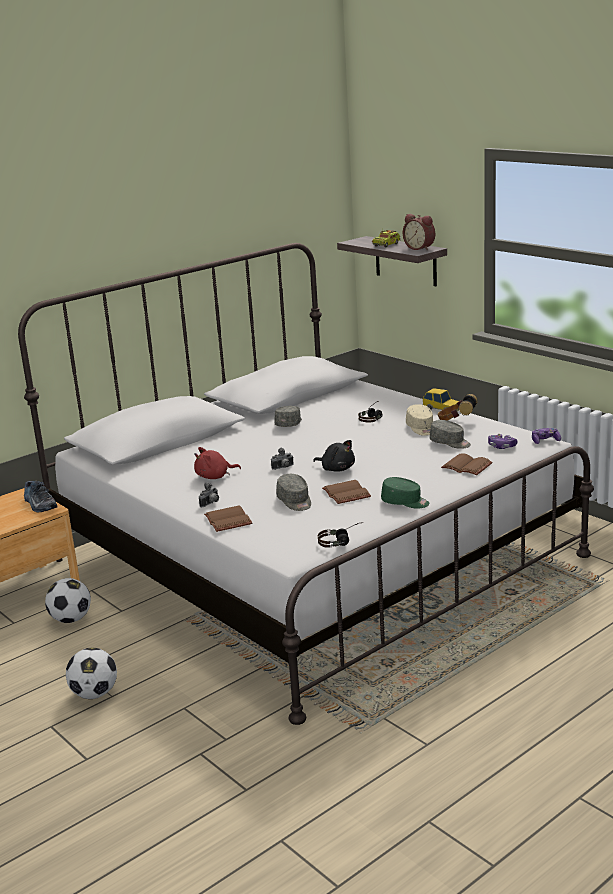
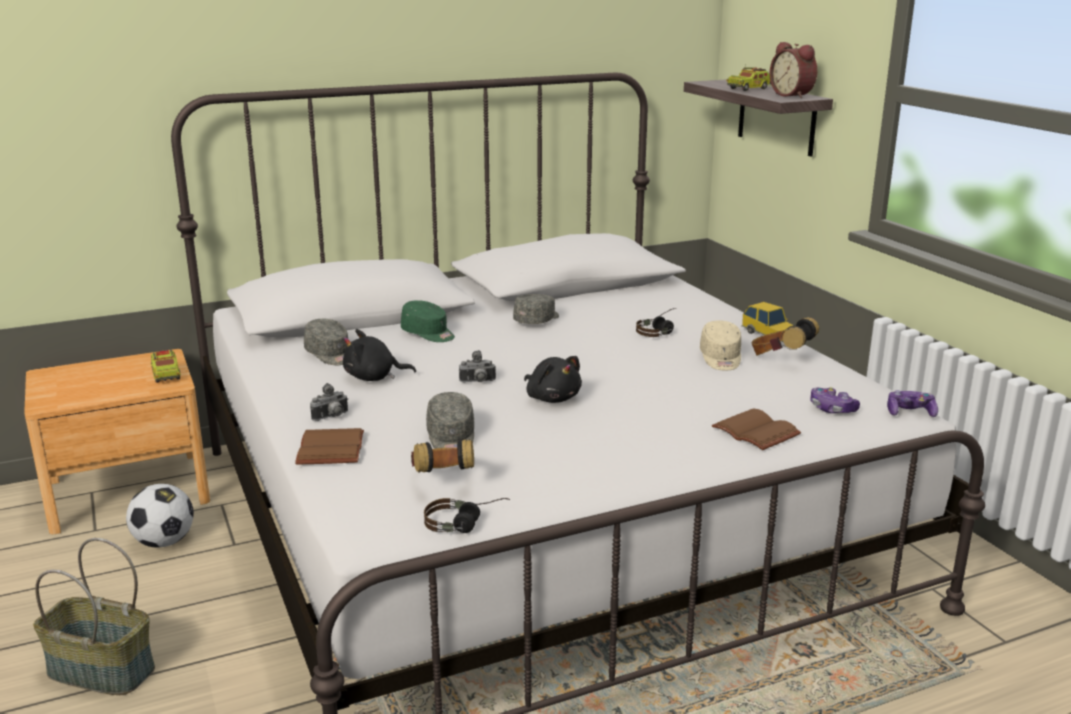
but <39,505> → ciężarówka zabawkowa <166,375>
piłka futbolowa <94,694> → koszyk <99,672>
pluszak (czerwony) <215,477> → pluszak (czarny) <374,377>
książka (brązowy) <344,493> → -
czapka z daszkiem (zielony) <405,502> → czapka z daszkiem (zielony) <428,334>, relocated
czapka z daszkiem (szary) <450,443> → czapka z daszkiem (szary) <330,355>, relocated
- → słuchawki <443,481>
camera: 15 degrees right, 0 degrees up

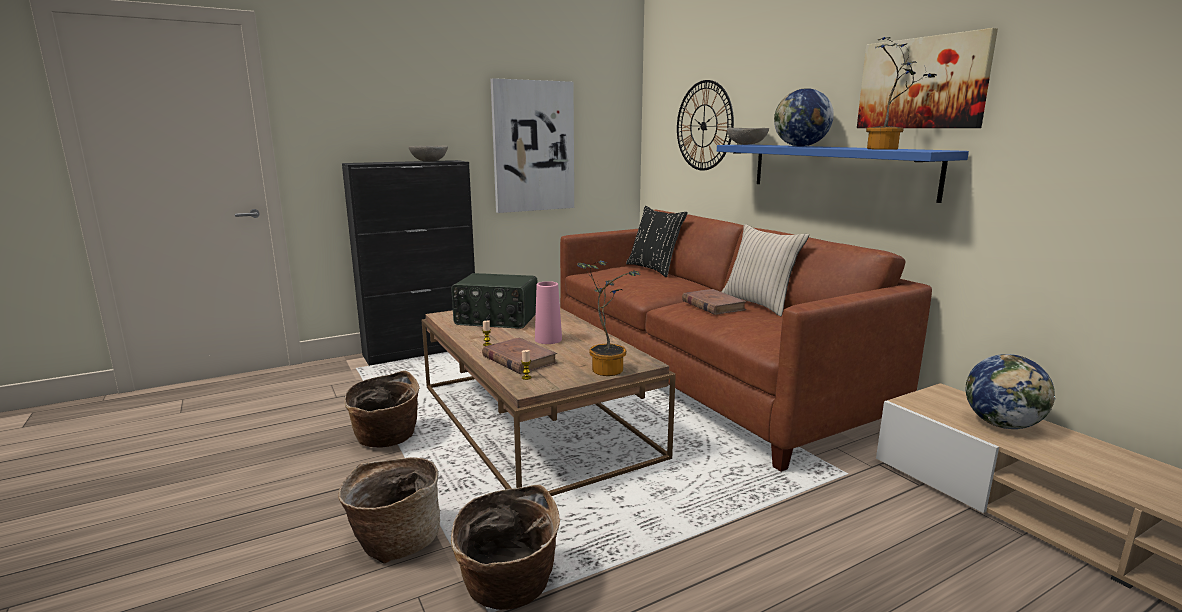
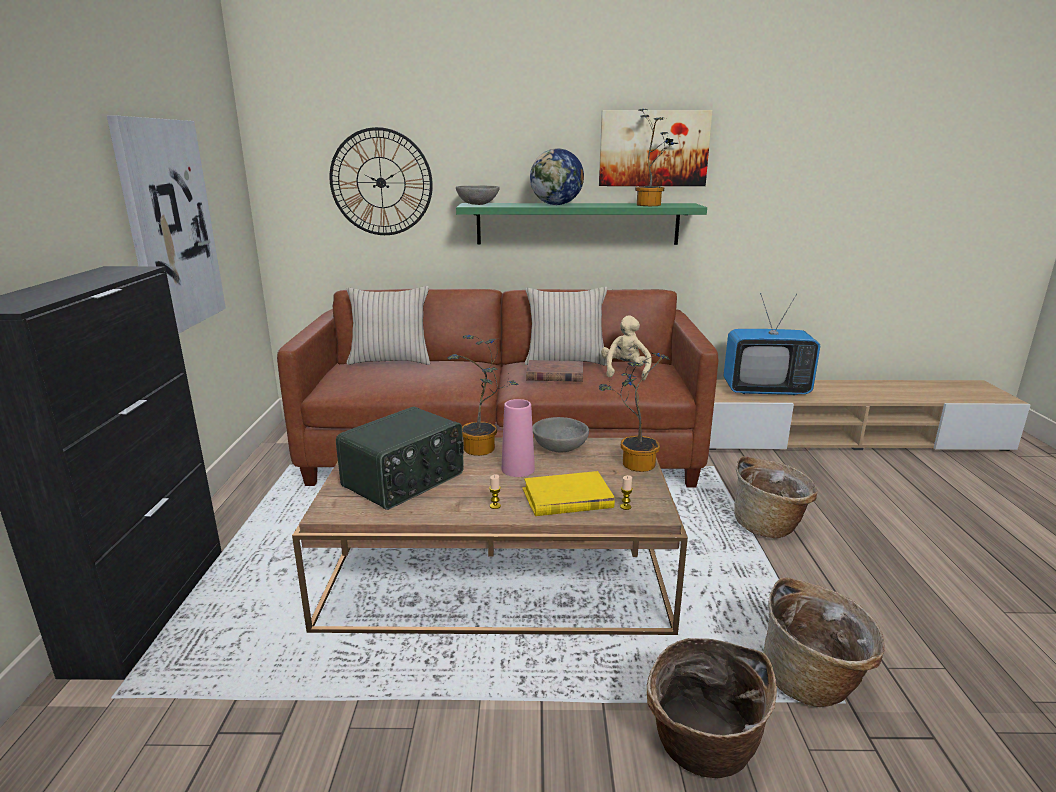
koszyk <386,440> → koszyk <769,526>, relocated
miska (szary) <429,161> → miska (szary) <561,448>, relocated
książka (brązowy) <519,359> → książka (żółty) <567,498>
poduszka (czarny) <654,269> → poduszka (beżowy) <390,361>
półka (niebieski) <838,169> → półka (zielony) <577,224>
globus <1002,425> → telewizor <765,390>
- → roślina doniczkowa <483,450>
- → pluszak (beżowy) <625,371>
camera: 60 degrees left, 5 degrees up

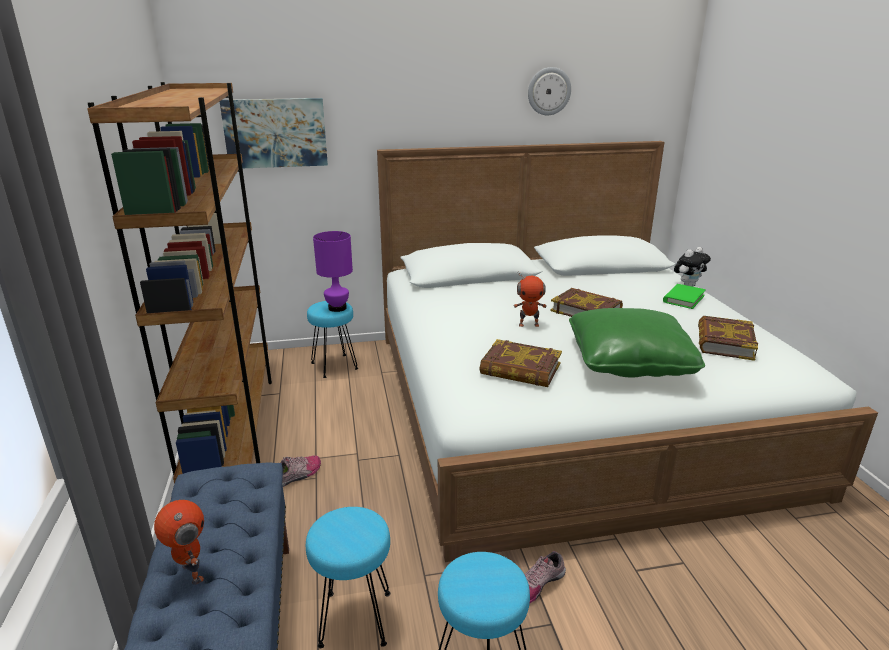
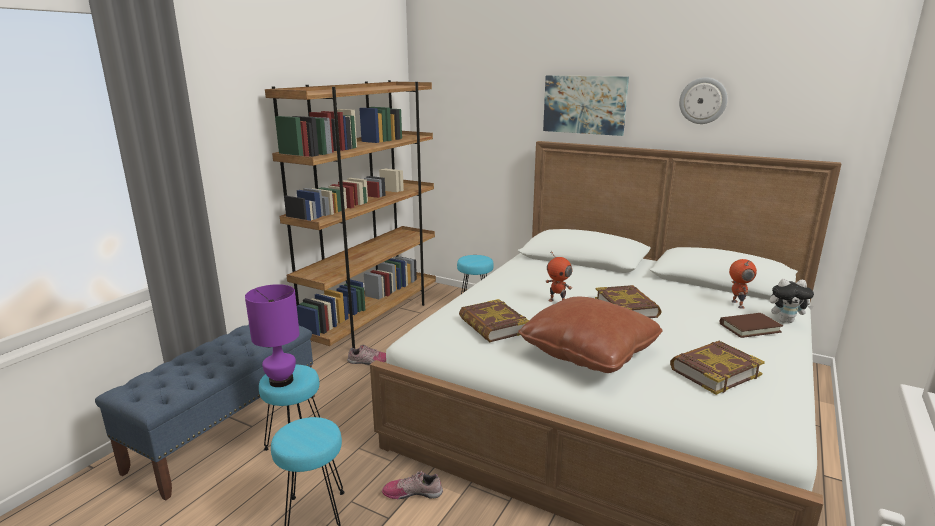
robot zabawkowy <190,573> → robot zabawkowy <736,304>, relocated
obraz <275,133> → obraz <584,104>, relocated
lampa stołowa (fioletowy) <337,308> → lampa stołowa (fioletowy) <281,380>, relocated
poduszka (zielony) <629,362> → poduszka (brązowy) <588,351>
książka (zielony) <683,299> → książka (brązowy) <749,328>
camera: 40 degrees right, 5 degrees down

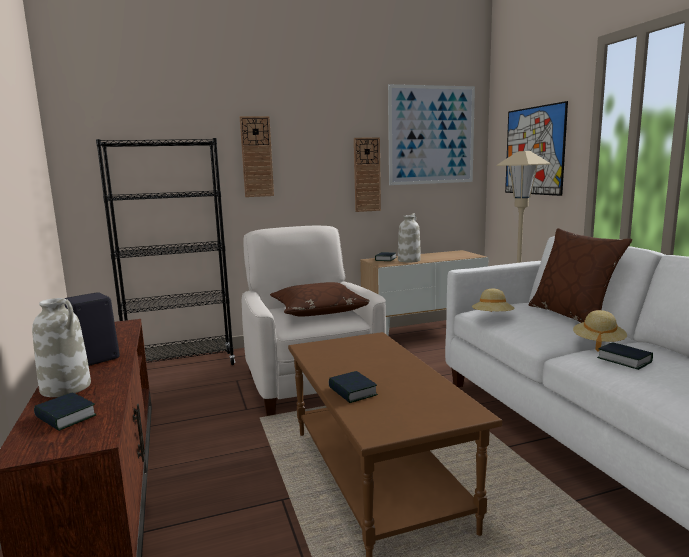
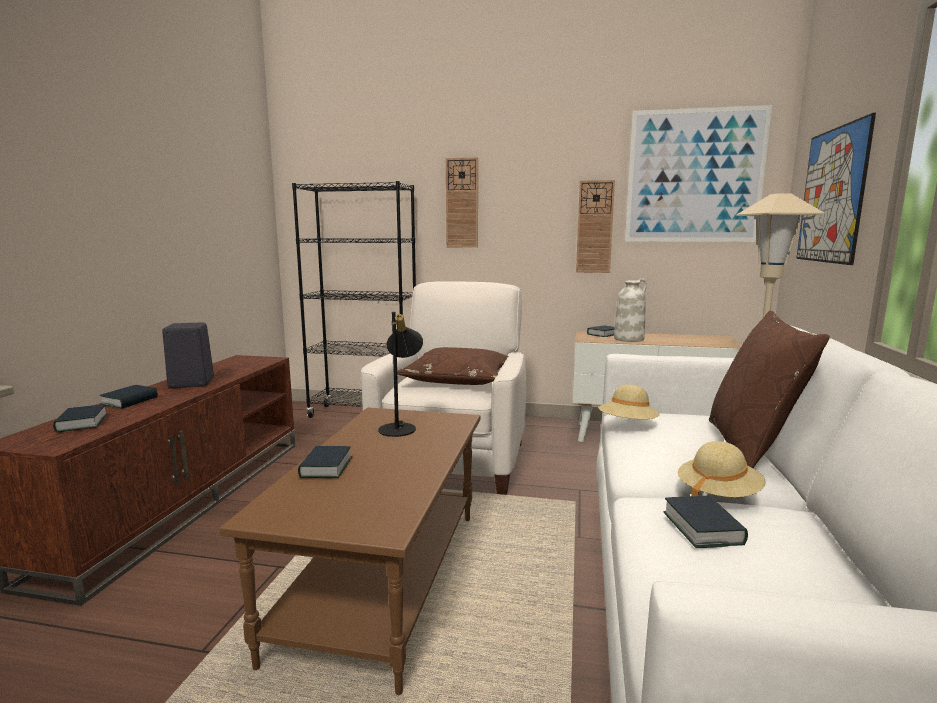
wazon (biały) <67,387> → książka <130,401>
- → lampa stołowa (czarny) <401,427>
camera: 30 degrees right, 0 degrees up

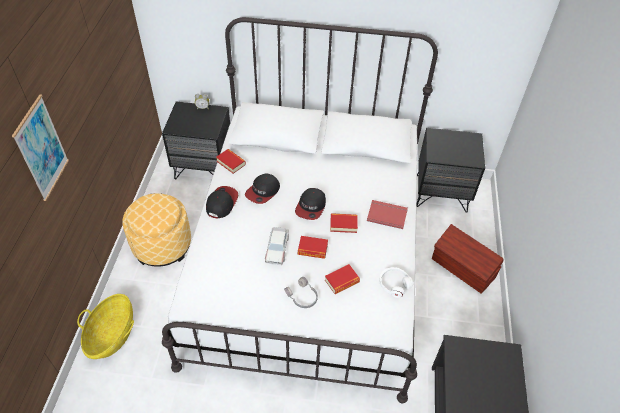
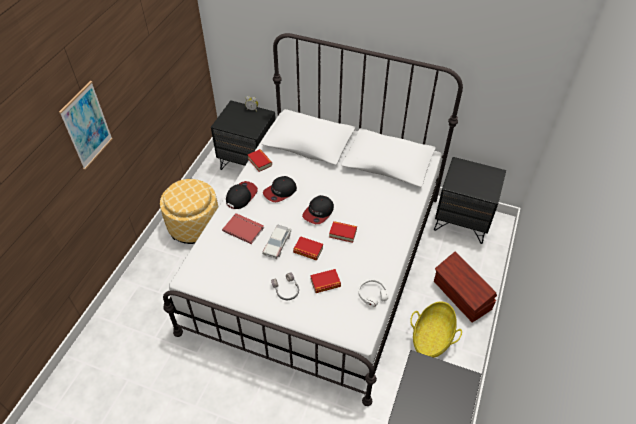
koszyk <112,335> → koszyk <432,338>, relocated
książka (czerwony) <387,214> → książka (czerwony) <244,228>, relocated
camera: 15 degrees right, 0 degrees up

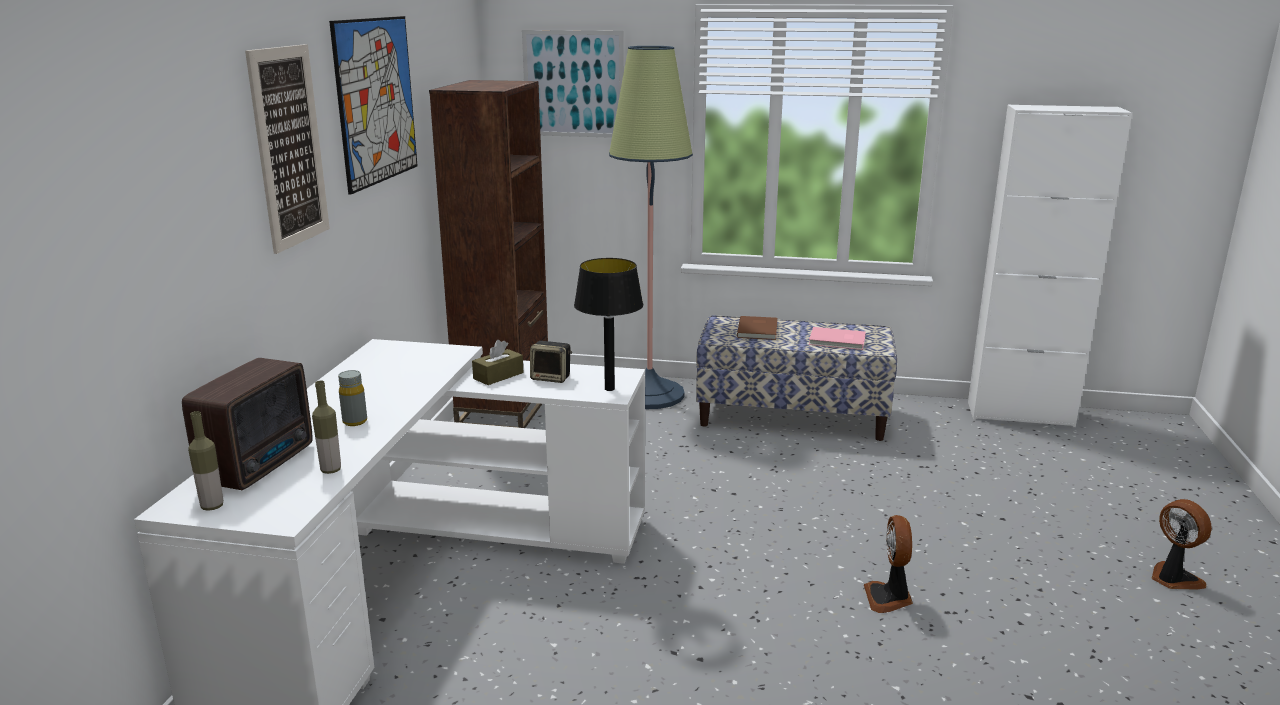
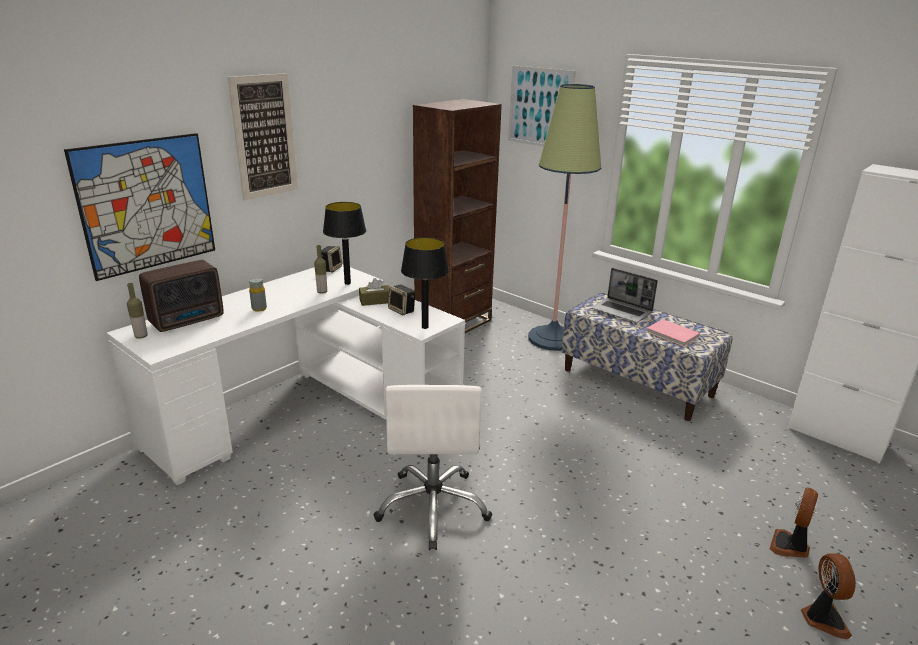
butelka <331,470> → butelka <322,292>, relocated
obraz <376,101> → obraz <147,205>, relocated
książka (brązowy) <759,329> → laptop <622,311>
wentylator <889,598> → wentylator <790,546>, relocated
- → głośnik <331,269>
- → lampa stołowa (czarny) <347,283>
- → krzesło biurowe (biały) <433,507>
camera: 30 degrees right, 5 degrees up

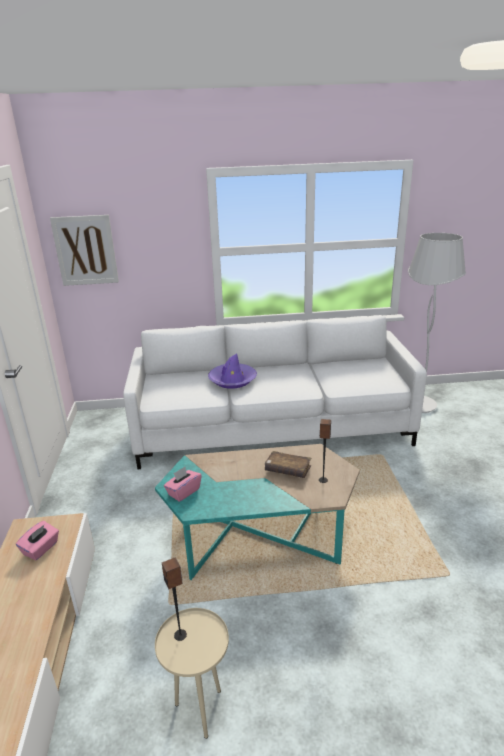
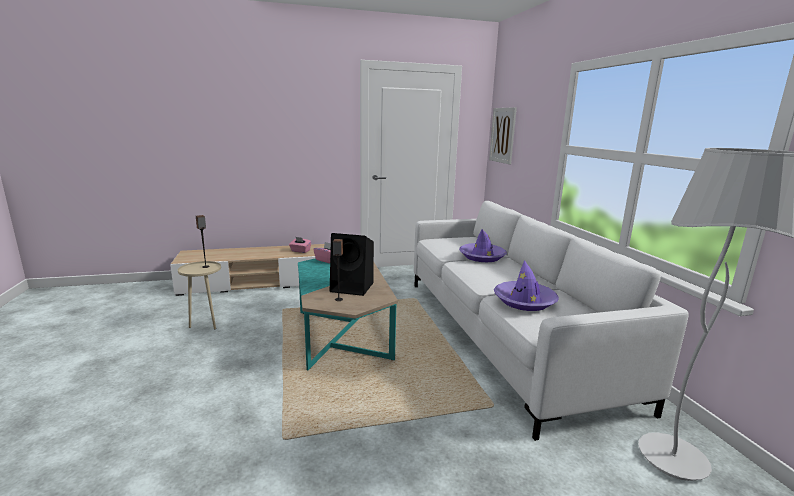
książka (brązowy) <287,470> → głośnik (czarny) <353,287>
- → kapelusz (fioletowy) <524,301>
camera: 80 degrees right, 10 degrees down

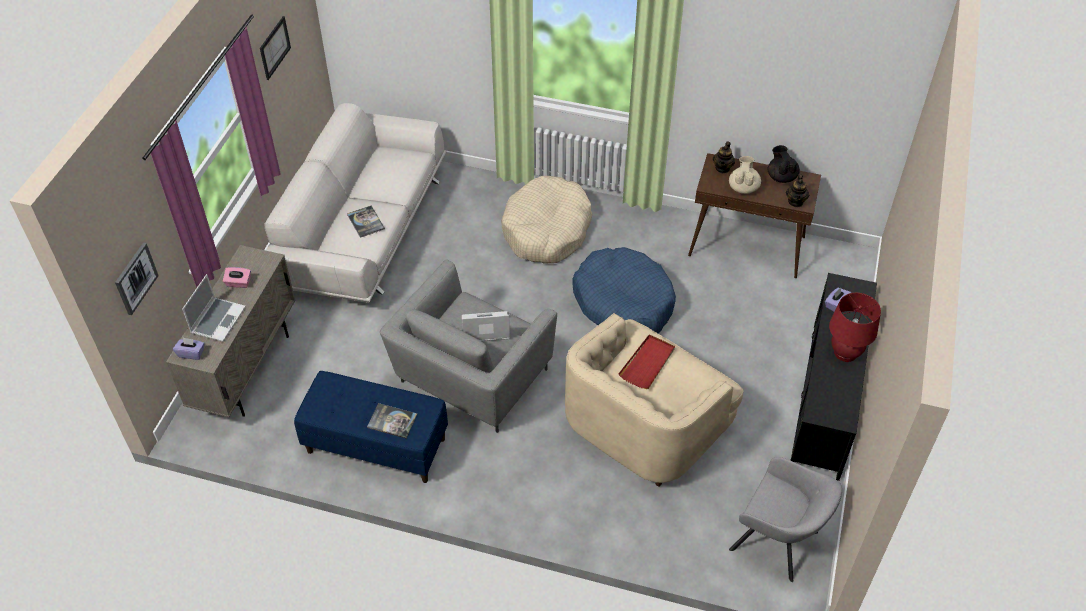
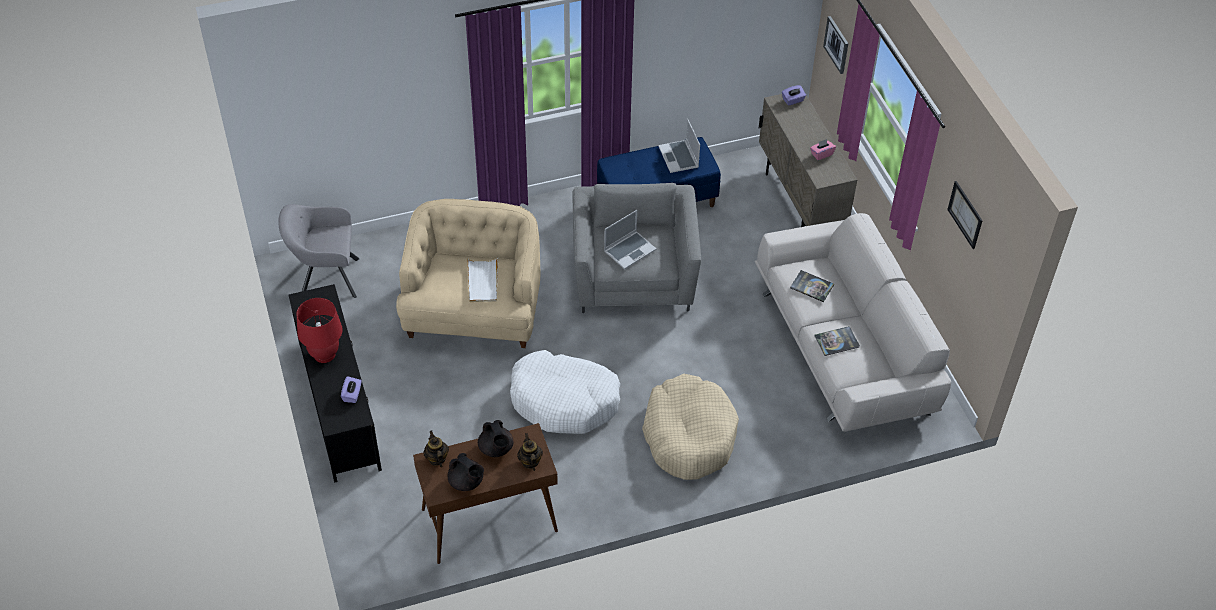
laptop <218,320> → laptop <679,158>, relocated
książka <392,421> → książka <836,341>, relocated
legowisko (niebieski) <623,302> → legowisko (biały) <564,401>
taca (czerwony) <647,363> → taca (biały) <483,282>
imbryk (beżowy) <743,187> → imbryk (czarny) <496,449>
camera: 145 degrees right, 0 degrees up

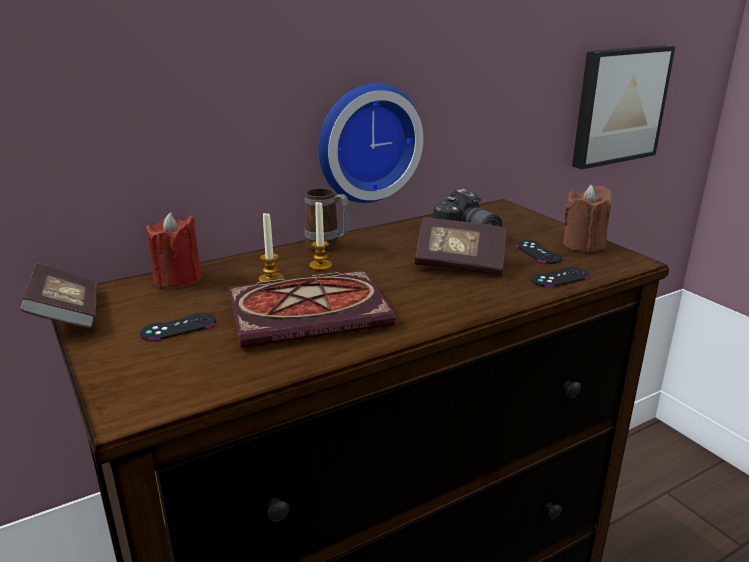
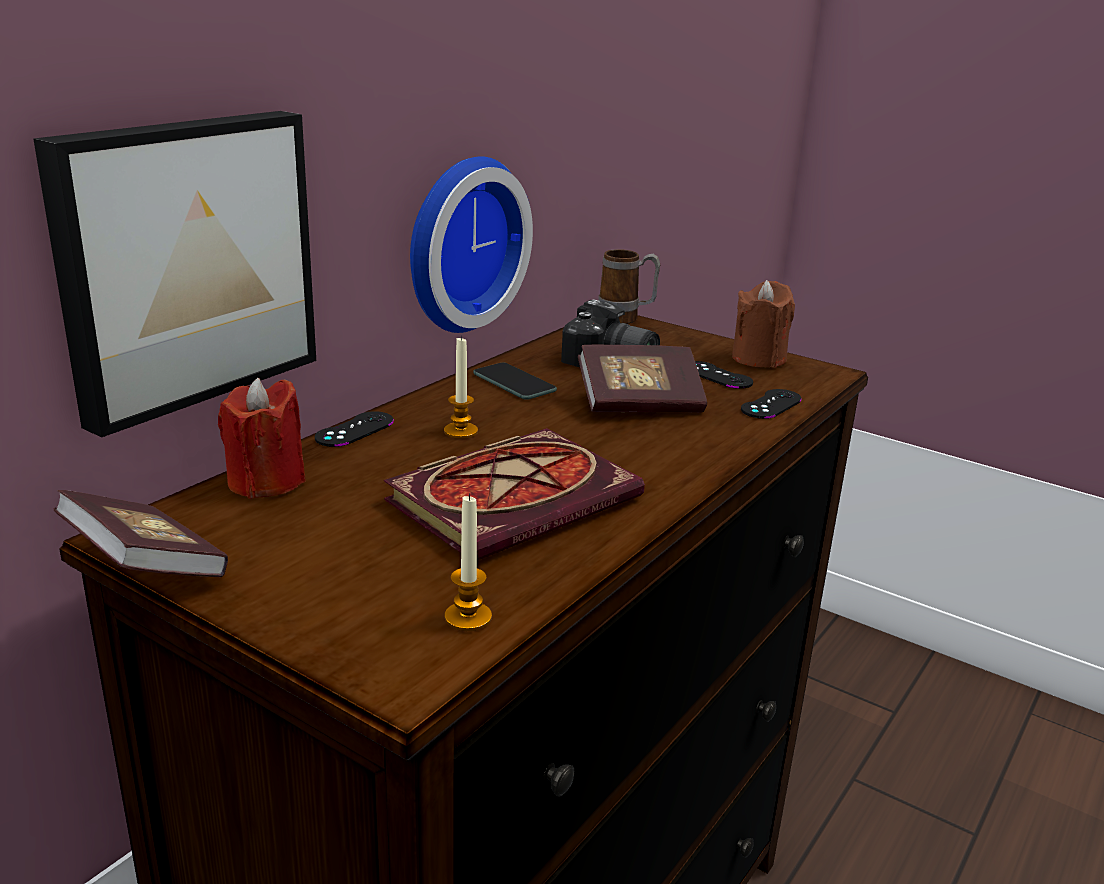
pad do gier (czarny) <178,327> → pad do gier (czarny) <354,430>, relocated
świeca <271,279> → świeca <468,617>, relocated
kubek <328,247> → kubek <626,319>, relocated
obraz <618,105> → obraz <185,262>, relocated
- → telefon <514,382>
camera: 25 degrees left, 0 degrees up

